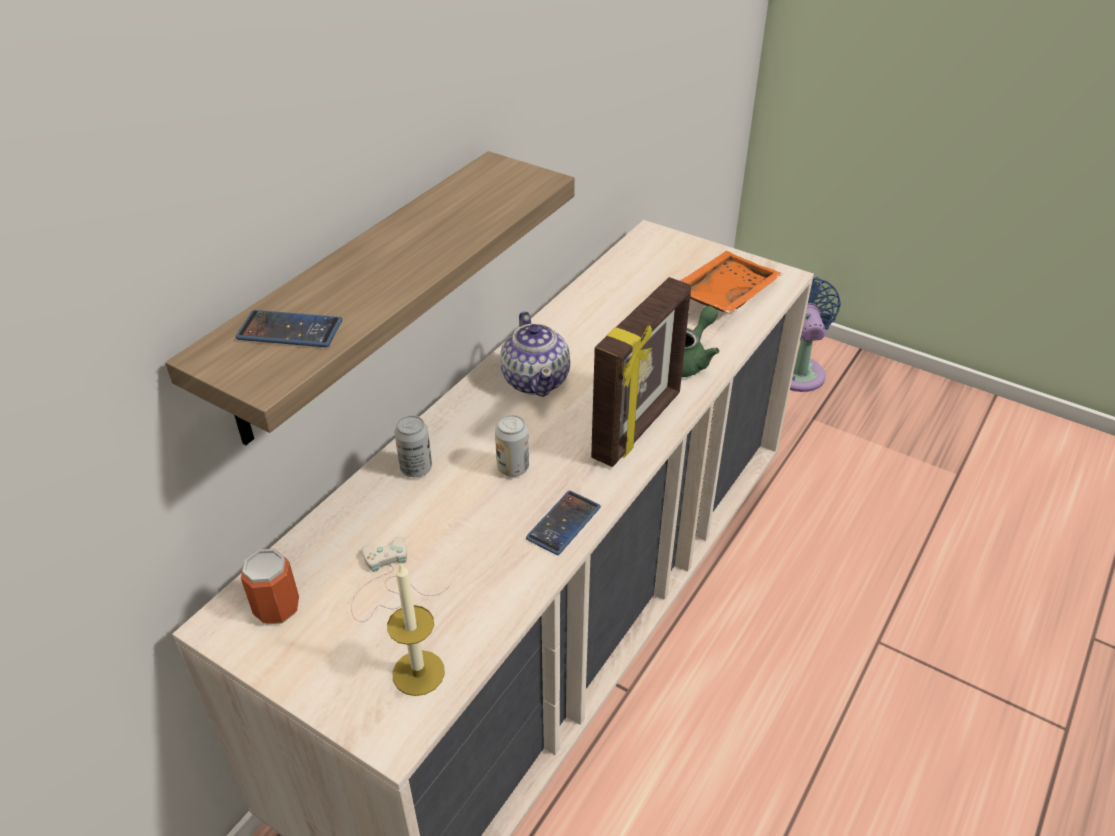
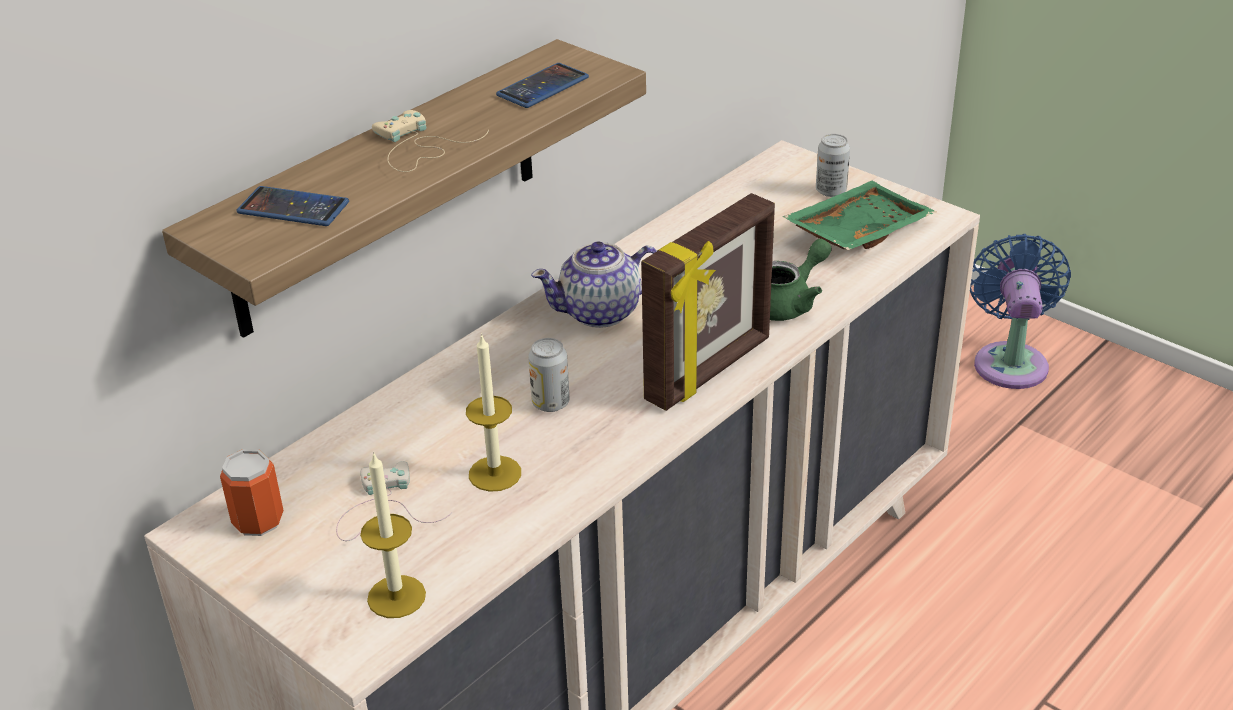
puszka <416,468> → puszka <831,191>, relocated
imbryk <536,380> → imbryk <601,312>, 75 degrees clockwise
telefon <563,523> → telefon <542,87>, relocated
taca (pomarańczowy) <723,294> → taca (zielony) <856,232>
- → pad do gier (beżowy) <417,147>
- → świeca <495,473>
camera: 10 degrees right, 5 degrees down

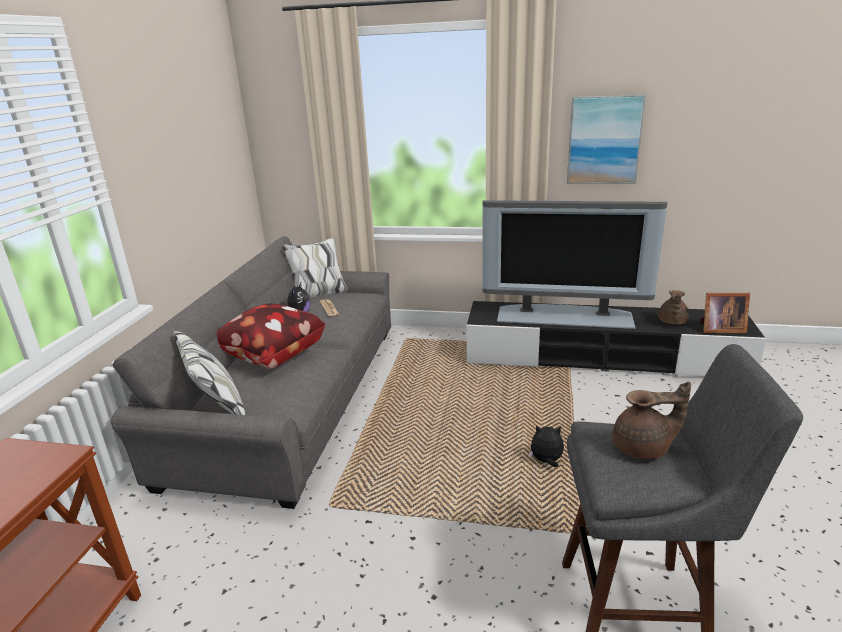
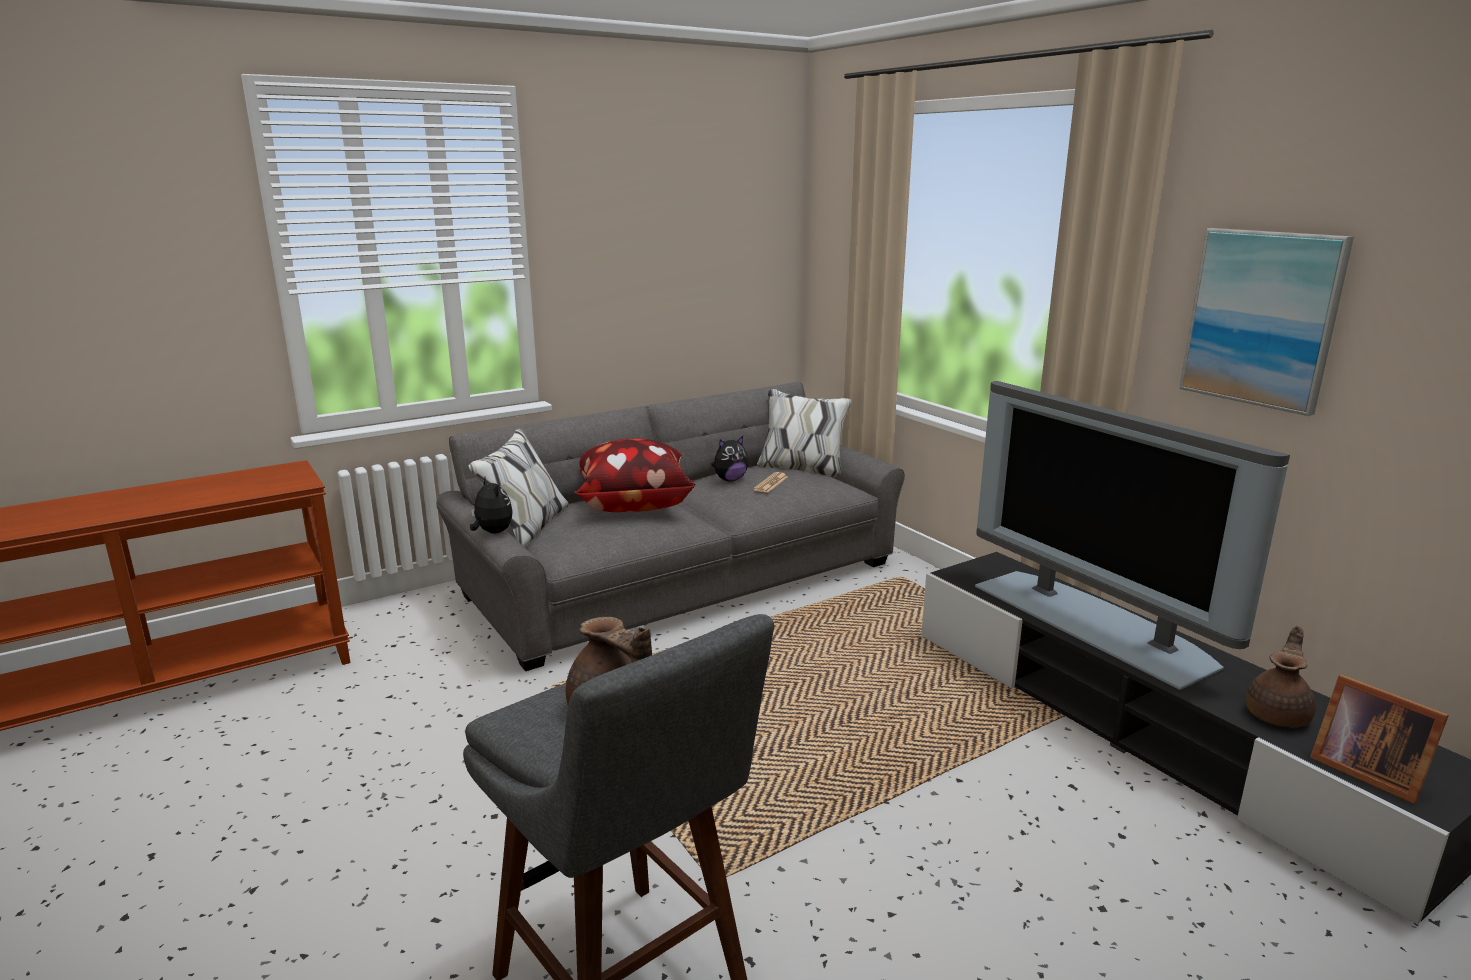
pluszak <546,461> → pluszak <492,532>, relocated
imbryk (brązowy) <671,322> → imbryk (brązowy) <1278,714>, 150 degrees clockwise
camera: 45 degrees right, 5 degrees down

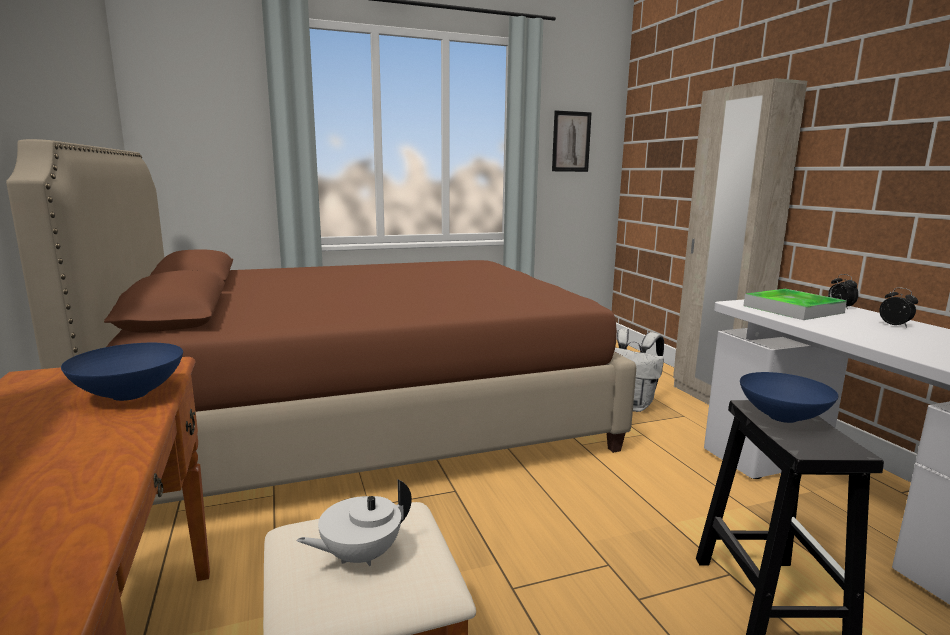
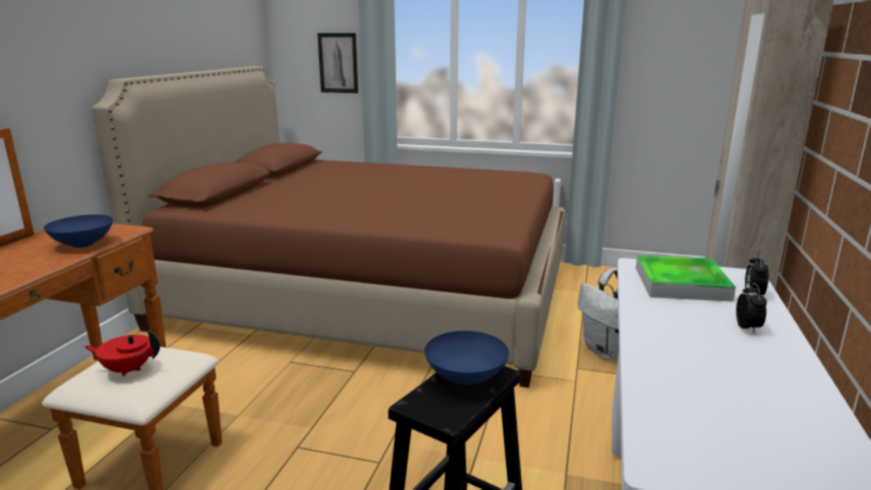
imbryk (biały) <360,555> → imbryk (czerwony) <128,369>
obraz <571,141> → obraz <338,63>, relocated
camera: 35 degrees right, 5 degrees up

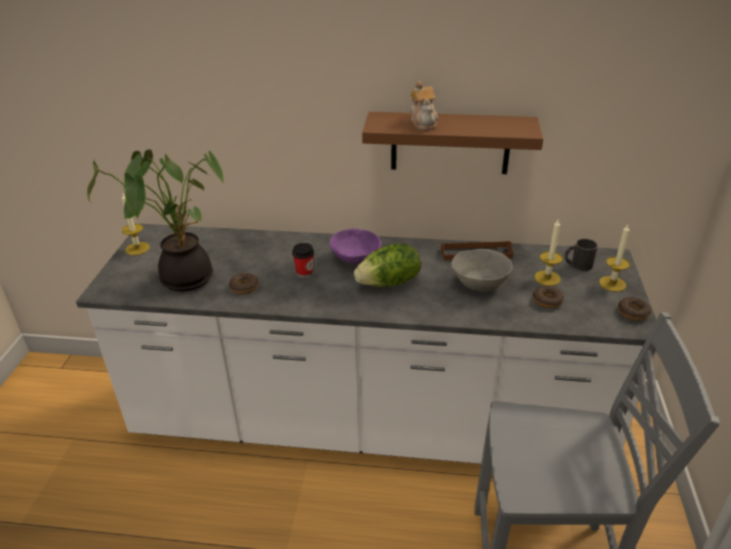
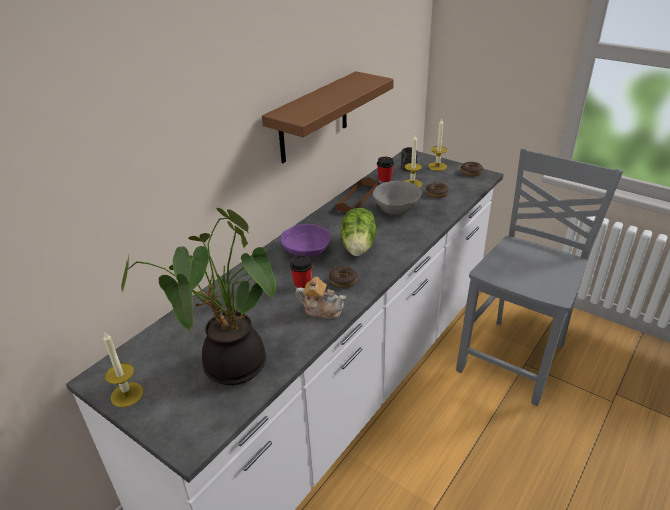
donut <244,287> → donut <343,280>, relocated
imbryk <423,122> → imbryk <322,309>, relocated
- → filiżanka <384,181>
camera: 60 degrees left, 0 degrees up

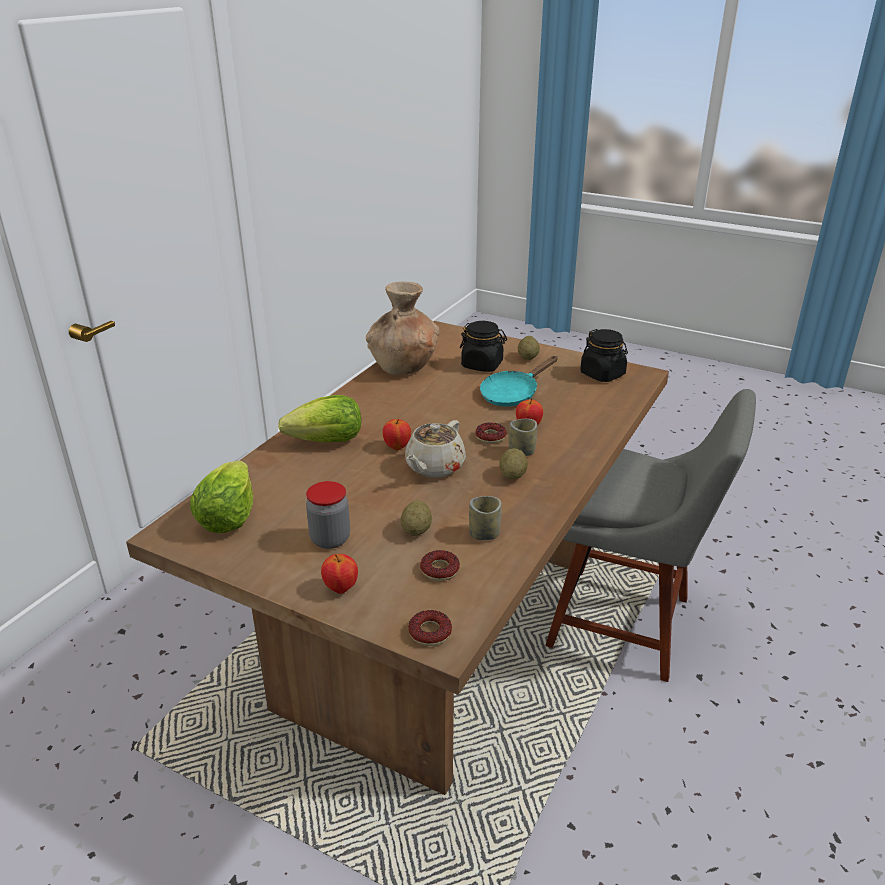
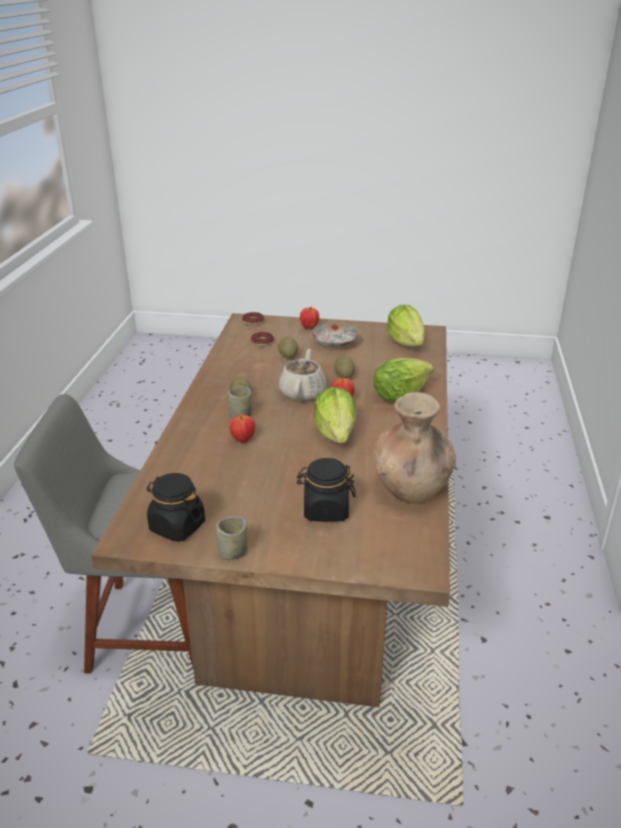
słoik <330,539> → talerz <335,344>
filiżanka <484,534> → filiżanka <233,552>, relocated
donut <490,437> → -
patelnia (turkusowy) <513,394> → -
ziemniak <528,357> → ziemniak <344,376>, relocated
- → sałata <336,434>
camera: 160 degrees right, 0 degrees up

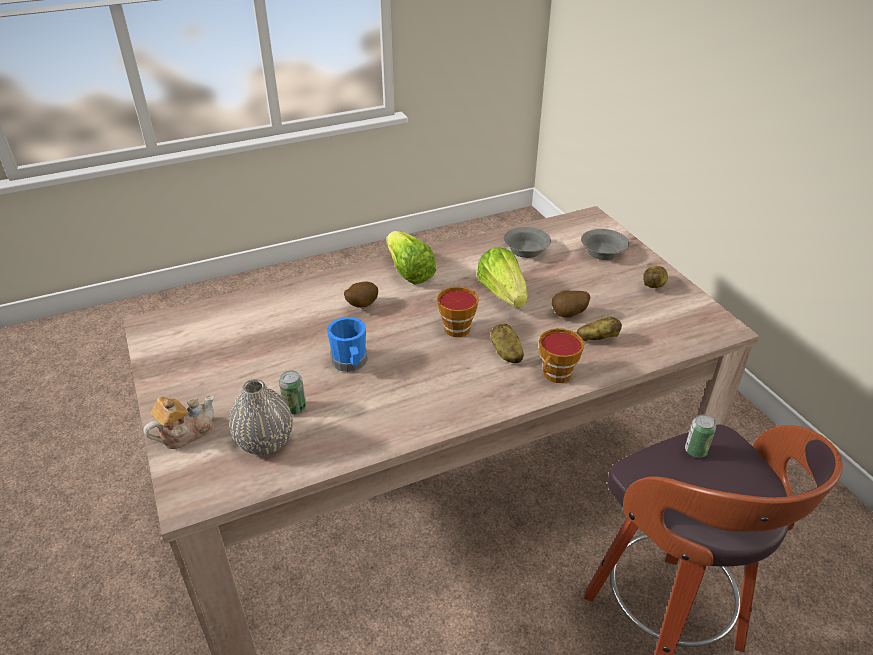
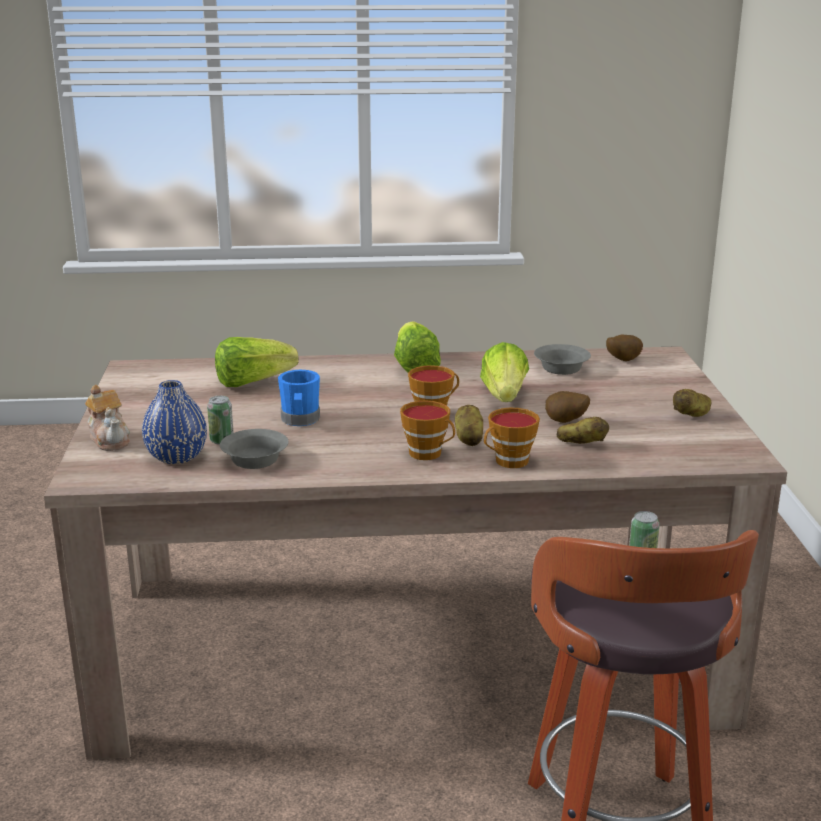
imbryk <185,432> → imbryk <110,439>, 75 degrees clockwise
wazon (szary) <265,441> → wazon (niebieski) <177,457>
ziemniak <361,305> → ziemniak <621,360>, relocated
miska (szary) <604,252> → miska (szary) <256,460>, relocated
- → sałata <252,382>
- → filiżanka <429,454>
camera: 20 degrees right, 15 degrees down

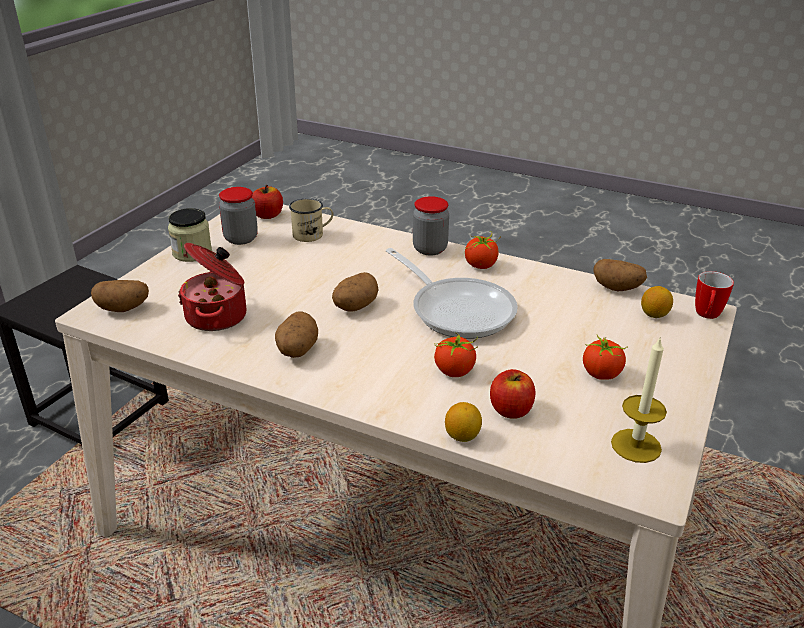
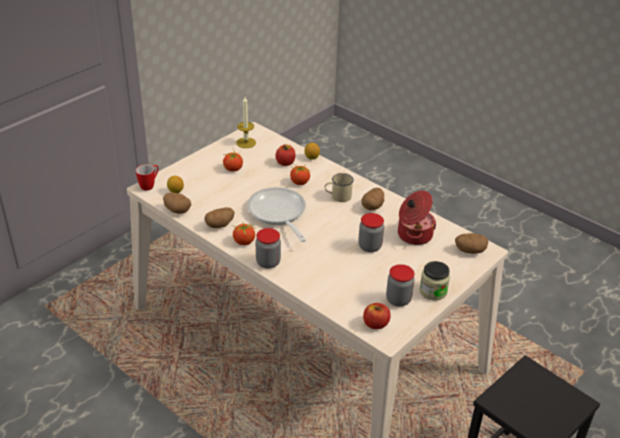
kubek (beżowy) <313,234> → kubek (beżowy) <338,196>, relocated
ziemniak <354,307> → ziemniak <220,225>, relocated
- → słoik <369,246>
camera: 165 degrees left, 5 degrees up

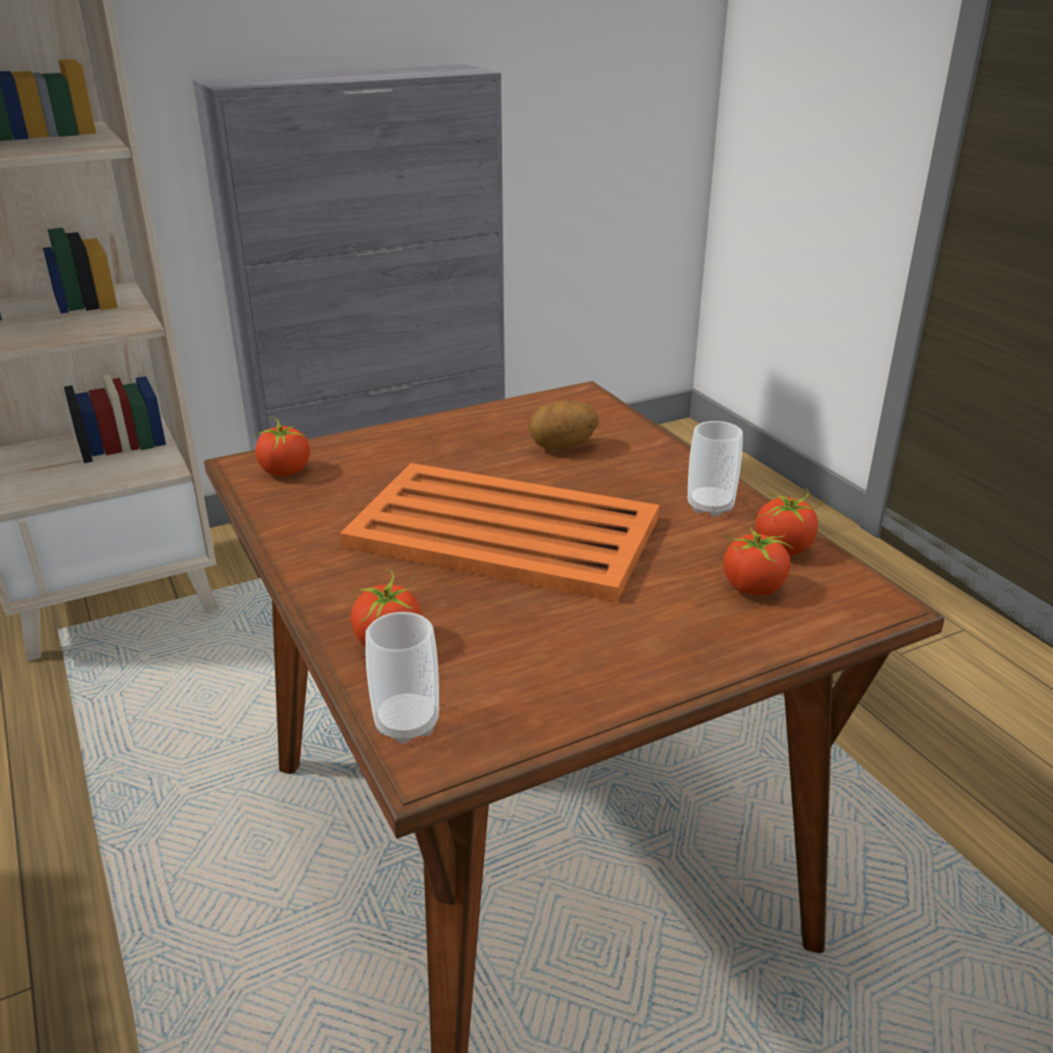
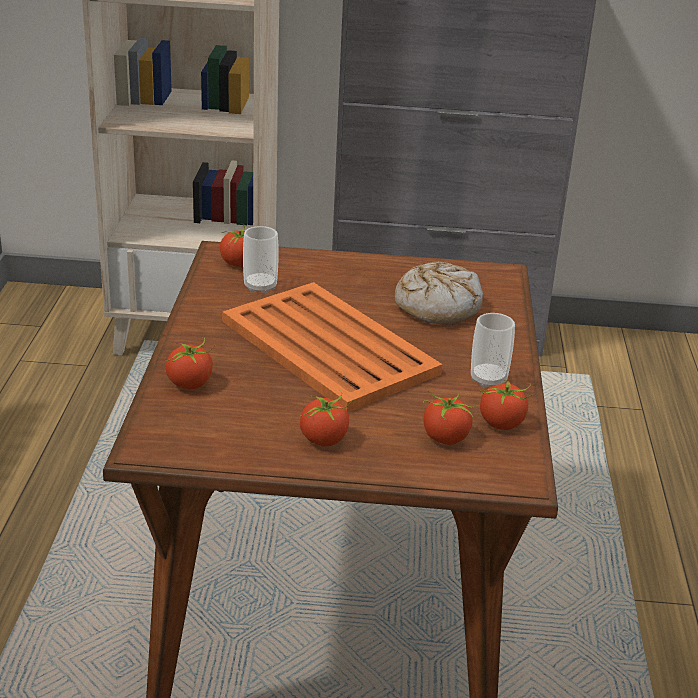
filiżanka <406,724> → filiżanka <260,287>, relocated
ziemniak <563,447> → chleb <437,306>
- → pomidor <324,439>
camera: 30 degrees right, 0 degrees up

